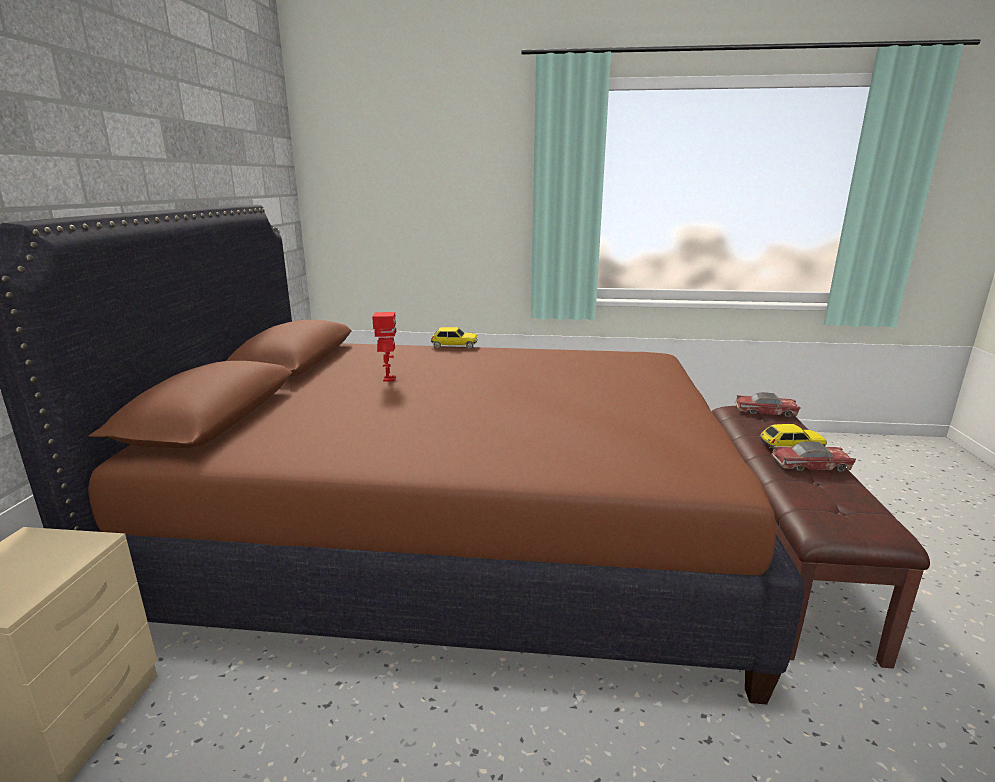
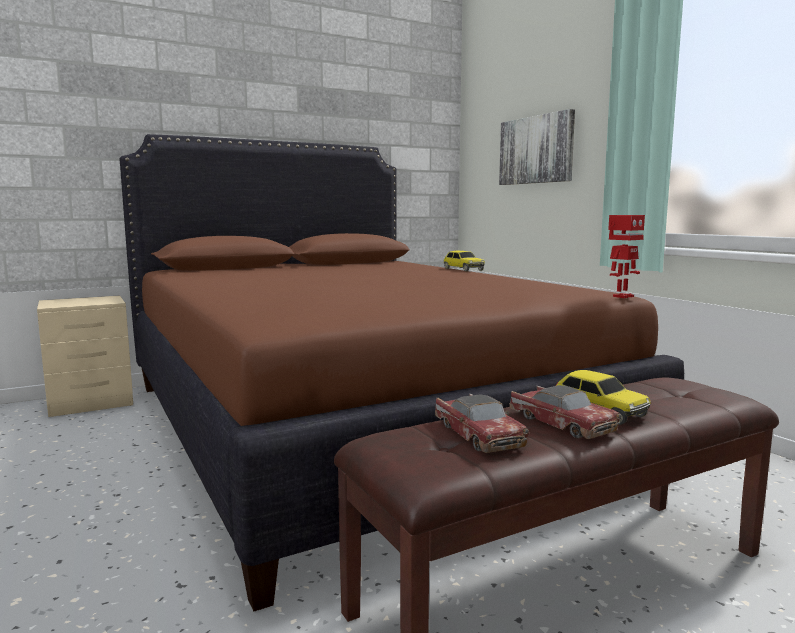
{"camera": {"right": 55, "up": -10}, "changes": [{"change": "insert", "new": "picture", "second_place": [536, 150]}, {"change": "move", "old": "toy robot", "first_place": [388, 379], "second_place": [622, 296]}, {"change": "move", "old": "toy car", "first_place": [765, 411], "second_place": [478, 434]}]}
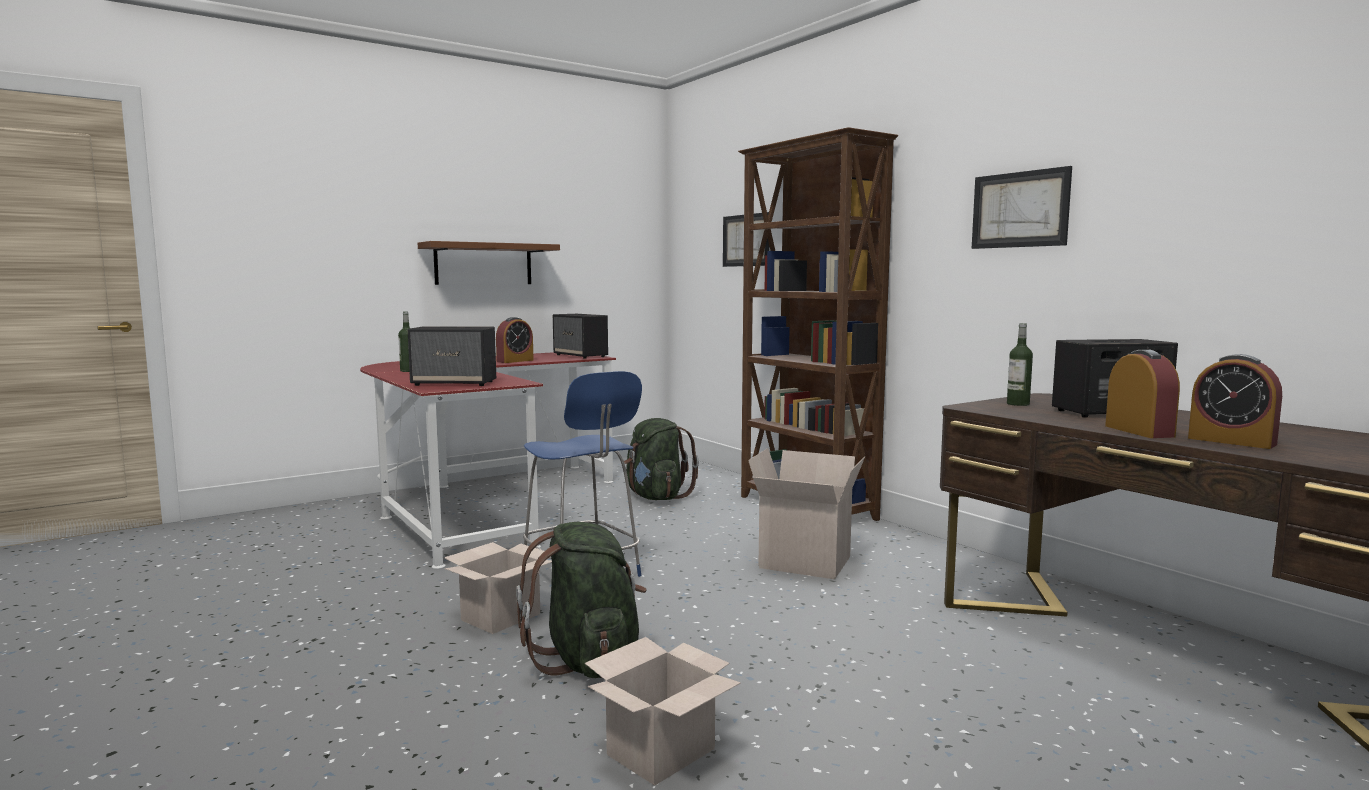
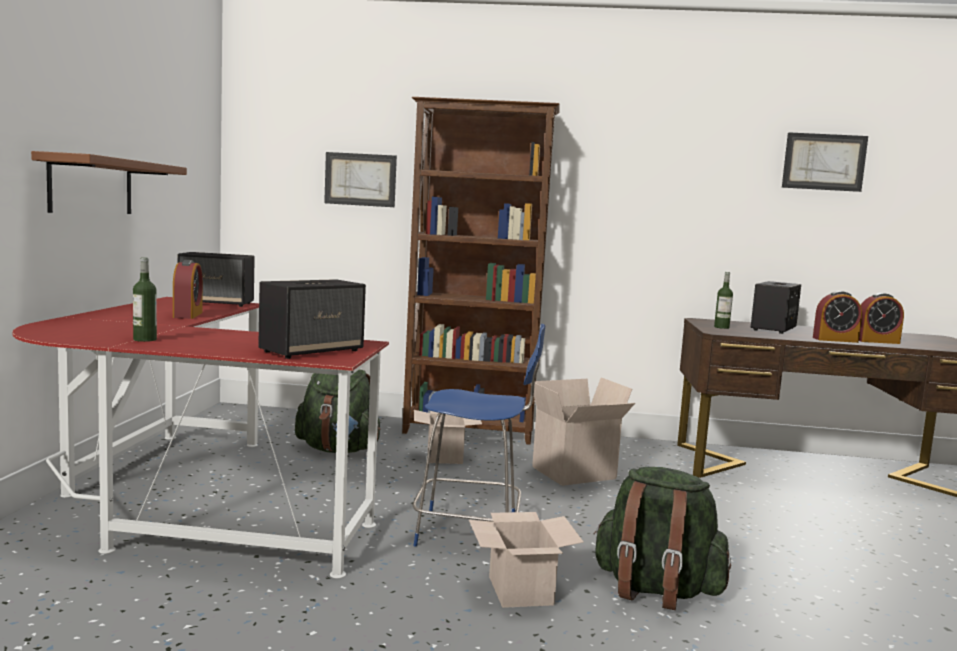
{"camera": {"right": -50, "up": 0}, "changes": [{"change": "move", "old": "cardboard box", "first_place": [660, 753], "second_place": [445, 457]}, {"change": "move", "old": "picture", "first_place": [1020, 209], "second_place": [824, 162]}, {"change": "rotate", "old": "alarm clock", "first_place": [1139, 431], "second_place": [835, 340], "degrees": 150}]}
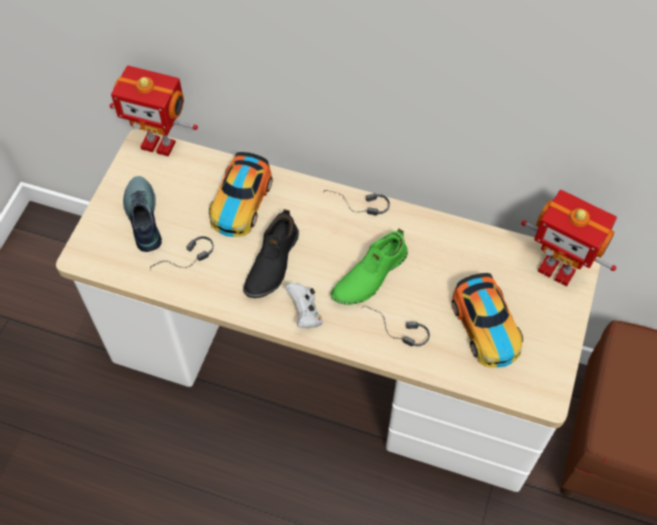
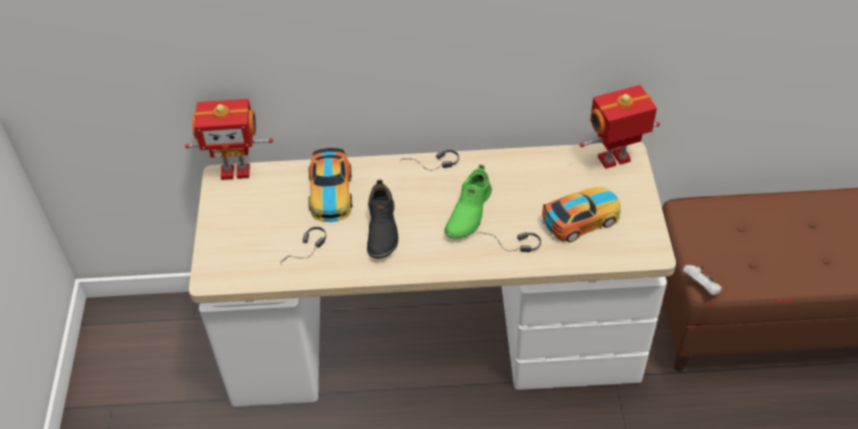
{"camera": {"right": -20, "up": -10}, "changes": [{"change": "delete", "old": "shoe", "first_place": [141, 218]}, {"change": "move", "old": "white game controller", "first_place": [305, 313], "second_place": [701, 287]}, {"change": "rotate", "old": "toy car", "first_place": [486, 327], "second_place": [581, 219], "degrees": -75}, {"change": "rotate", "old": "toy robot", "first_place": [557, 269], "second_place": [615, 160], "degrees": 150}]}
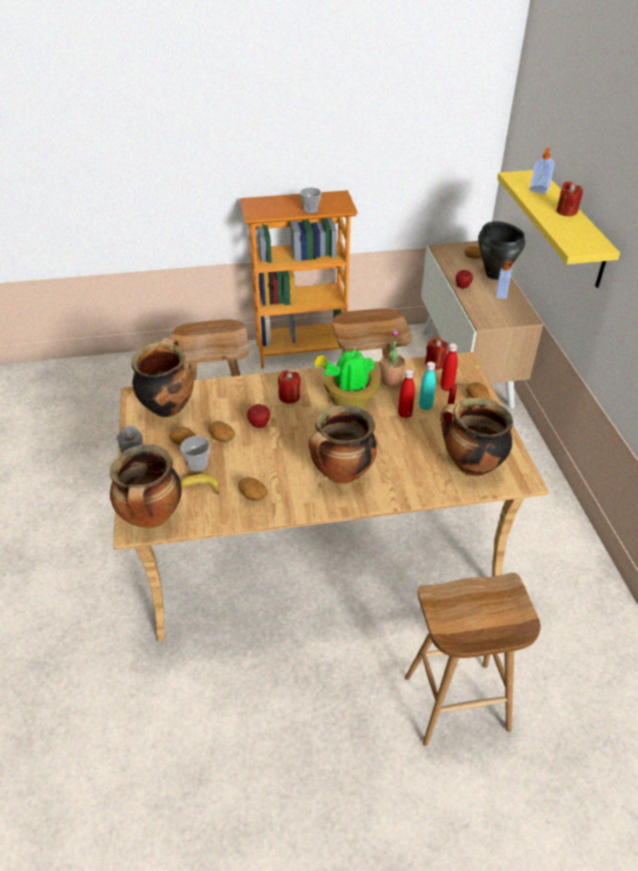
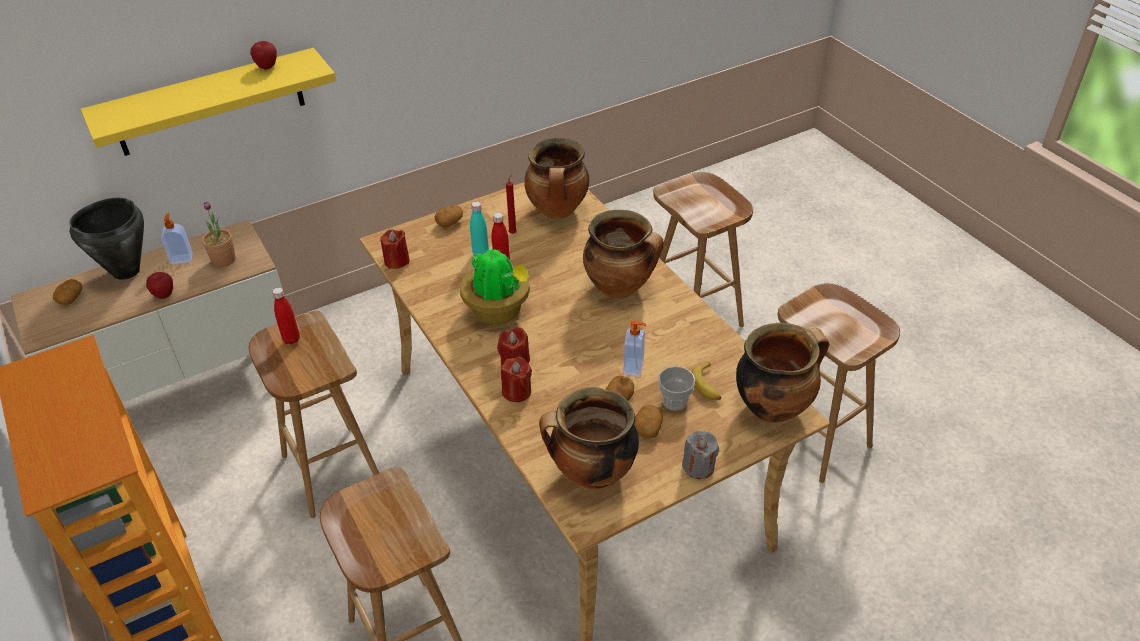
{"camera": {"right": -110, "up": 0}, "changes": [{"change": "delete", "old": "potato", "first_place": [252, 495]}, {"change": "delete", "old": "cup", "first_place": [310, 210]}, {"change": "insert", "new": "brown stool", "second_place": [815, 438]}, {"change": "move", "old": "apple", "first_place": [259, 425], "second_place": [267, 67]}, {"change": "move", "old": "potted plant", "first_place": [391, 380], "second_place": [224, 260]}, {"change": "move", "old": "red bottle", "first_place": [446, 387], "second_place": [291, 339]}, {"change": "move", "old": "soap dispenser", "first_place": [538, 191], "second_place": [634, 367]}, {"change": "move", "old": "red candle", "first_place": [566, 211], "second_place": [517, 391]}]}
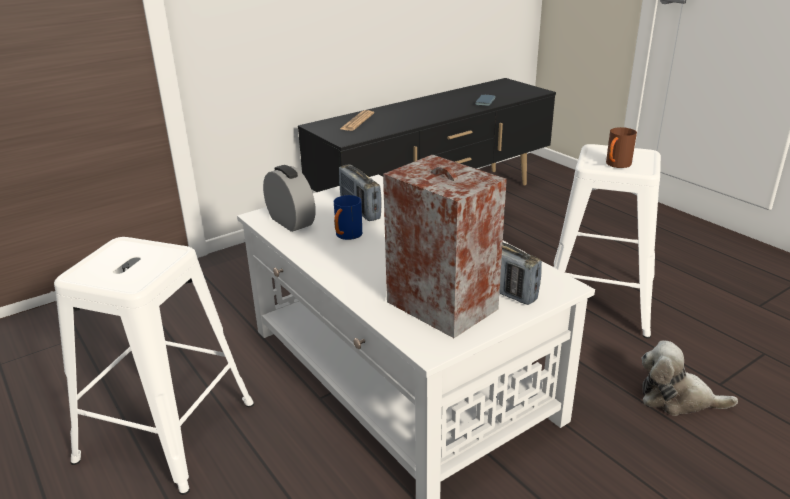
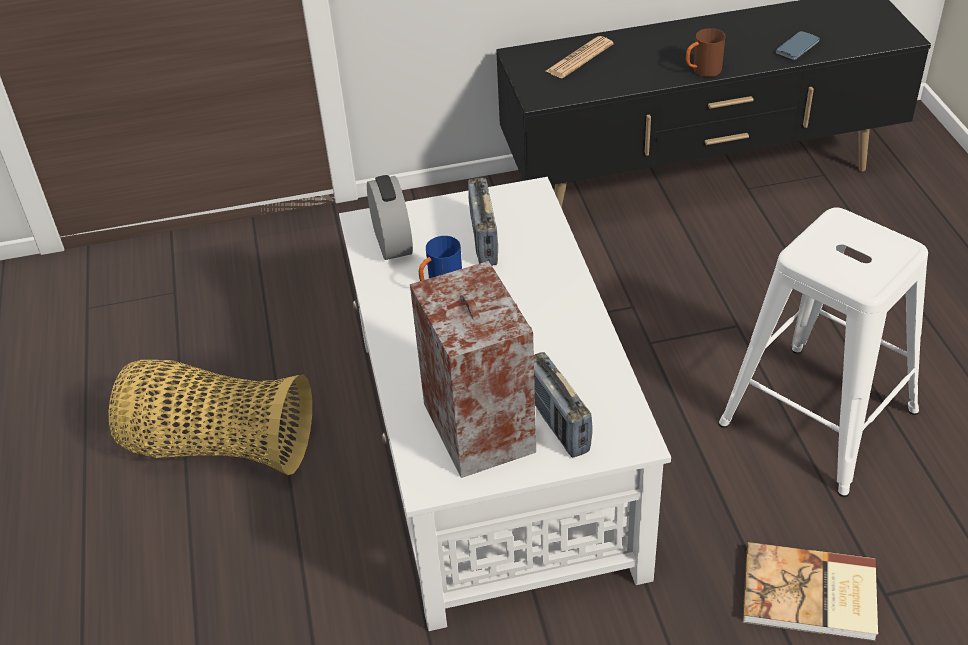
{"camera": {"right": 25, "up": 15}, "changes": [{"change": "move", "old": "brown mug", "first_place": [616, 165], "second_place": [702, 71]}, {"change": "replace", "old": "white stool", "new": "basket", "first_place": [166, 429], "second_place": [218, 446]}, {"change": "replace", "old": "plush toy", "new": "book", "first_place": [677, 399], "second_place": [810, 596]}]}
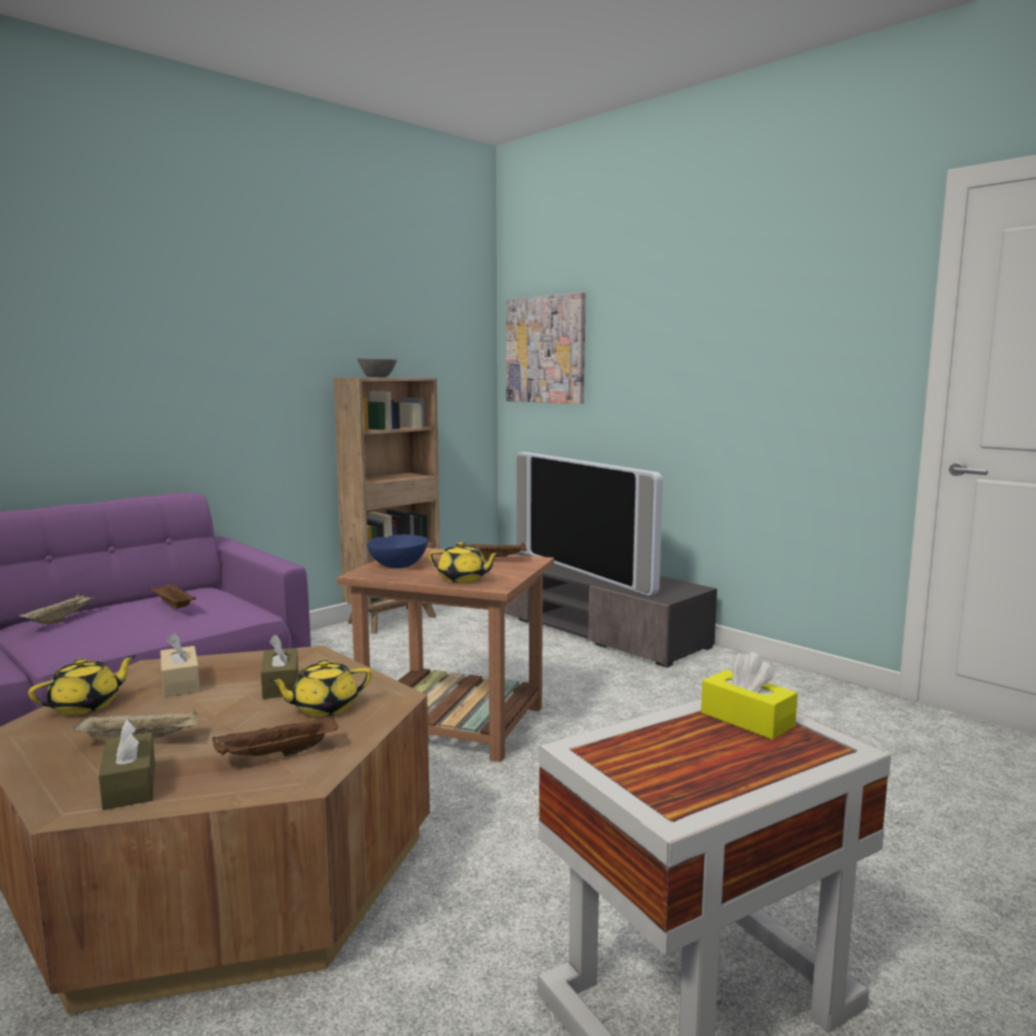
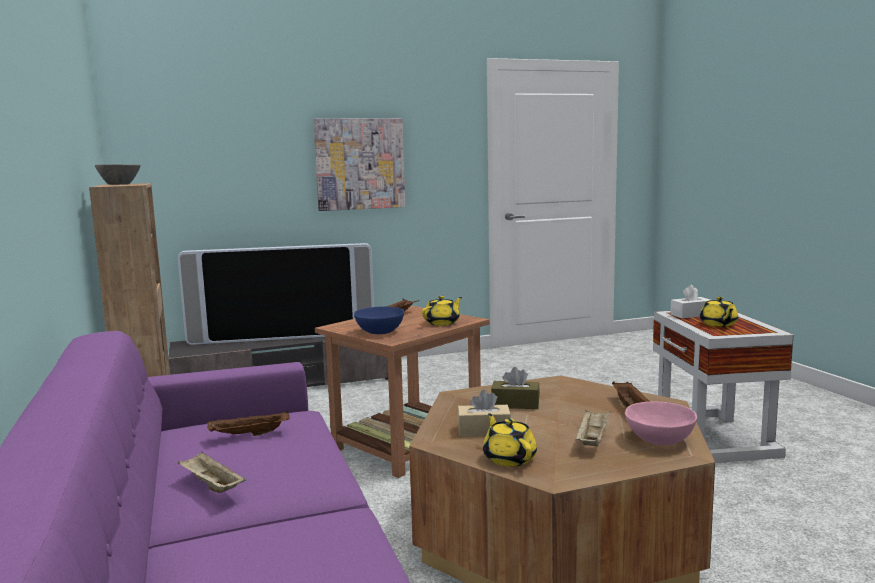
{"camera": {"right": -65, "up": 0}, "changes": [{"change": "move", "old": "yellow teapot", "first_place": [323, 708], "second_place": [718, 324]}, {"change": "move", "old": "picture", "first_place": [546, 349], "second_place": [360, 164]}, {"change": "replace", "old": "brown tissue box", "new": "pink bowl", "first_place": [130, 785], "second_place": [659, 440]}, {"change": "recolor", "old": "yellow tissue box", "new": "white tissue box", "first_place": [747, 719], "second_place": [691, 315]}]}
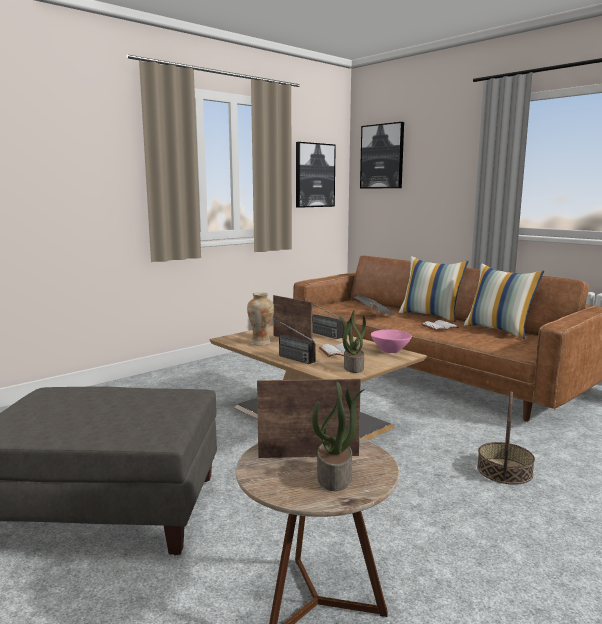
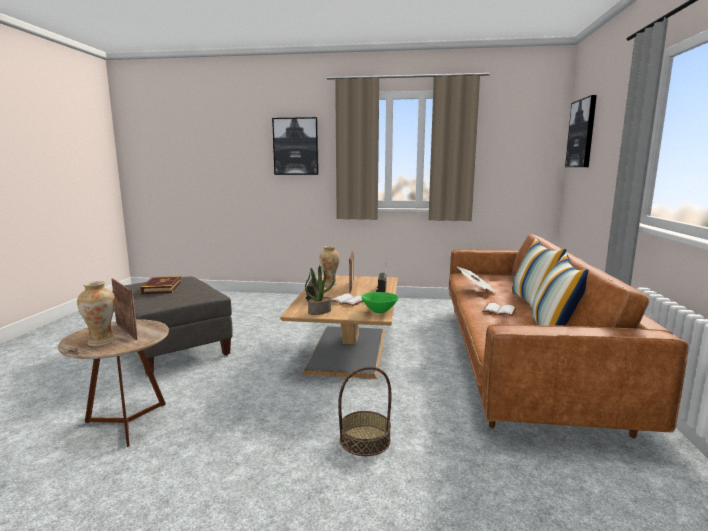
{"camera": {"right": 50, "up": 0}, "changes": [{"change": "insert", "new": "book", "second_place": [162, 288]}, {"change": "move", "old": "picture", "first_place": [314, 175], "second_place": [296, 146]}, {"change": "replace", "old": "potted plant", "new": "vase", "first_place": [335, 477], "second_place": [101, 342]}, {"change": "recolor", "old": "pink bowl", "new": "green bowl", "first_place": [391, 351], "second_place": [380, 311]}]}
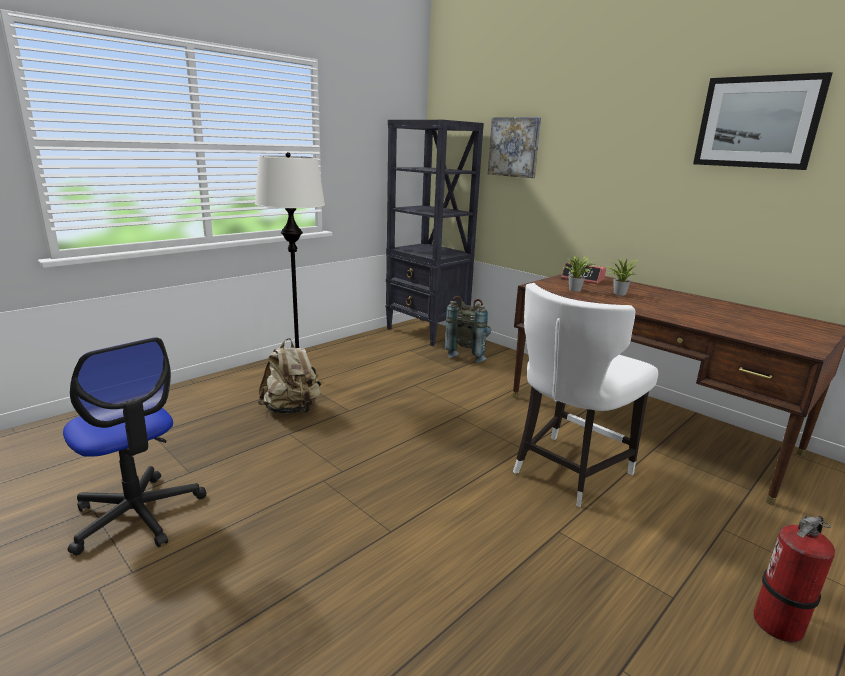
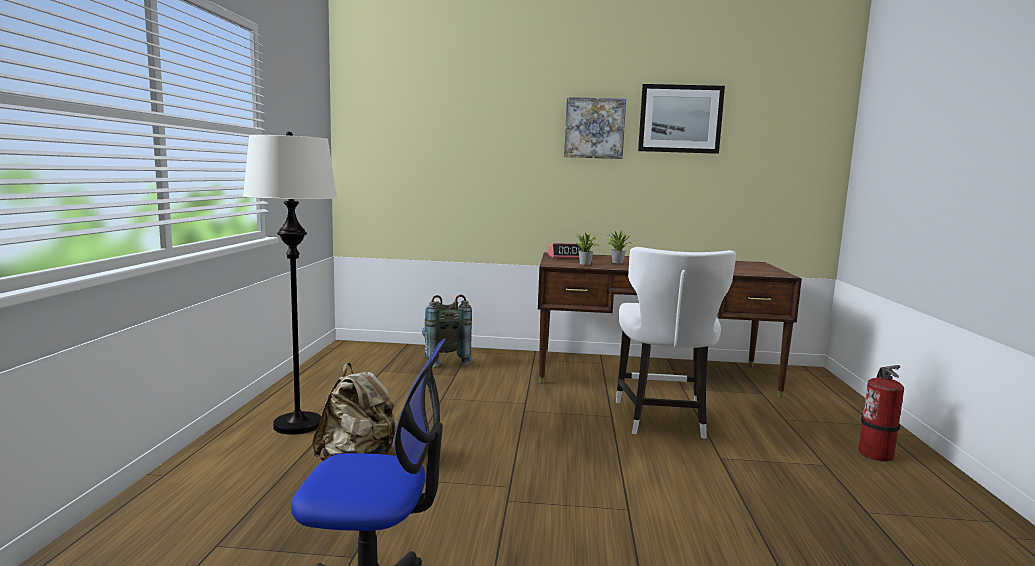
{"camera": {"right": -40, "up": -10}, "changes": [{"change": "delete", "old": "black bookcase", "first_place": [427, 332]}, {"change": "move", "old": "picture", "first_place": [514, 147], "second_place": [594, 128]}]}
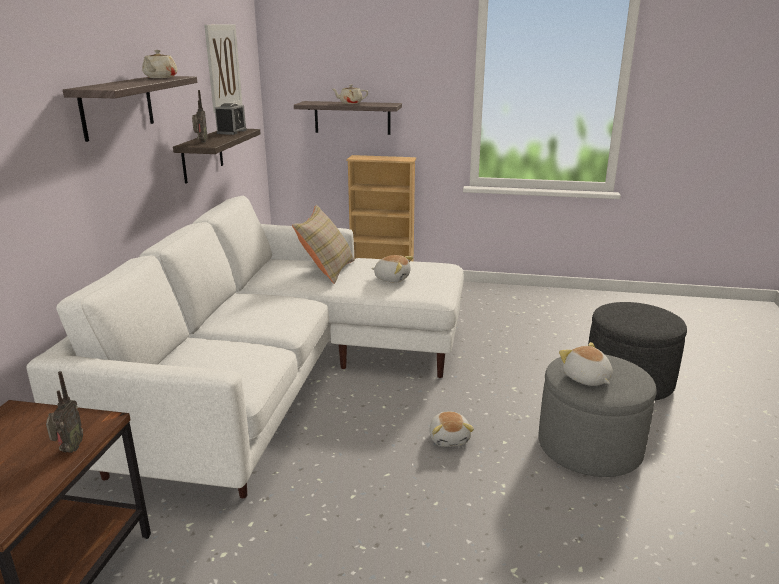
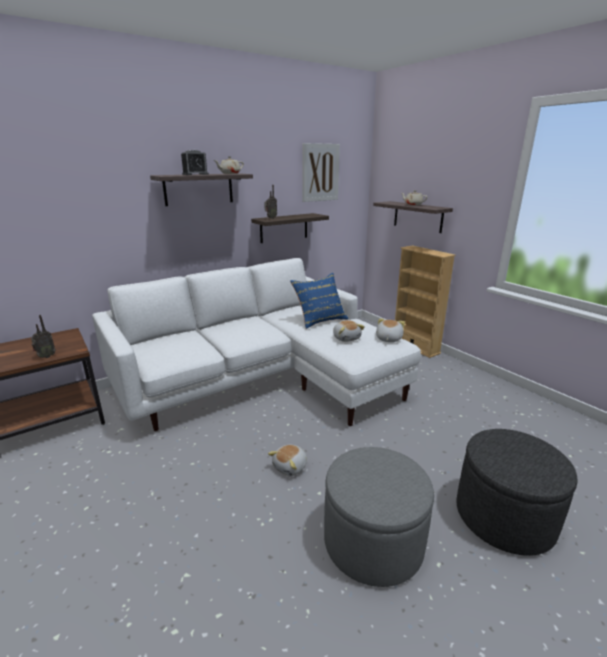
{"camera": {"right": 45, "up": 0}, "changes": [{"change": "move", "old": "alarm clock", "first_place": [231, 132], "second_place": [195, 174]}, {"change": "move", "old": "plush toy", "first_place": [586, 378], "second_place": [388, 339]}, {"change": "recolor", "old": "beige pillow", "new": "blue pillow", "first_place": [326, 270], "second_place": [320, 319]}]}
